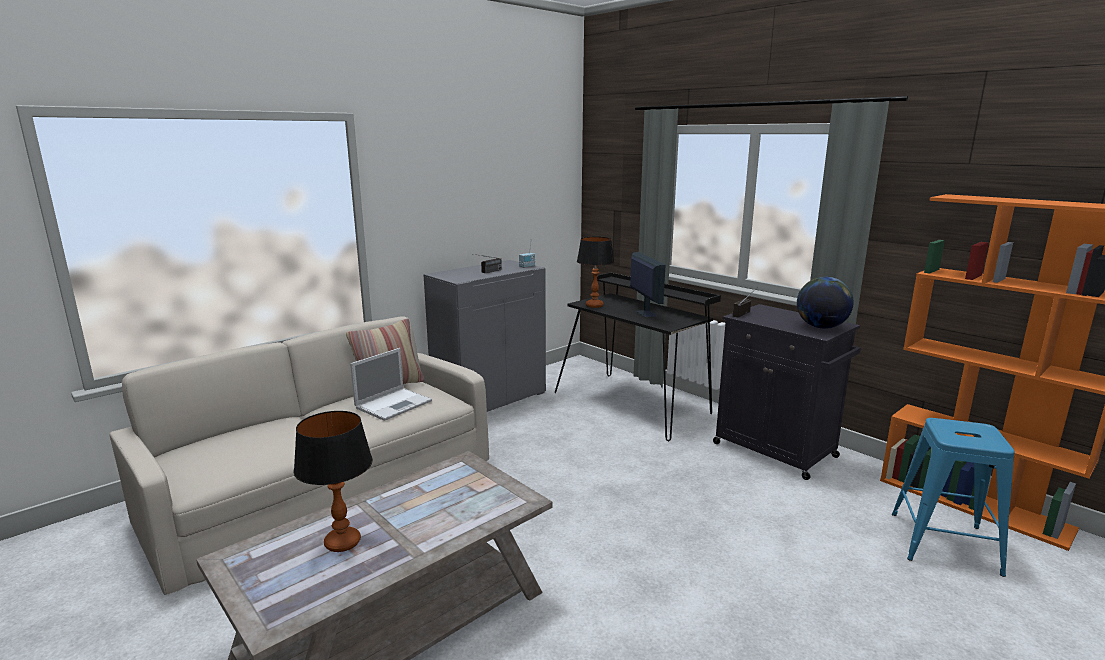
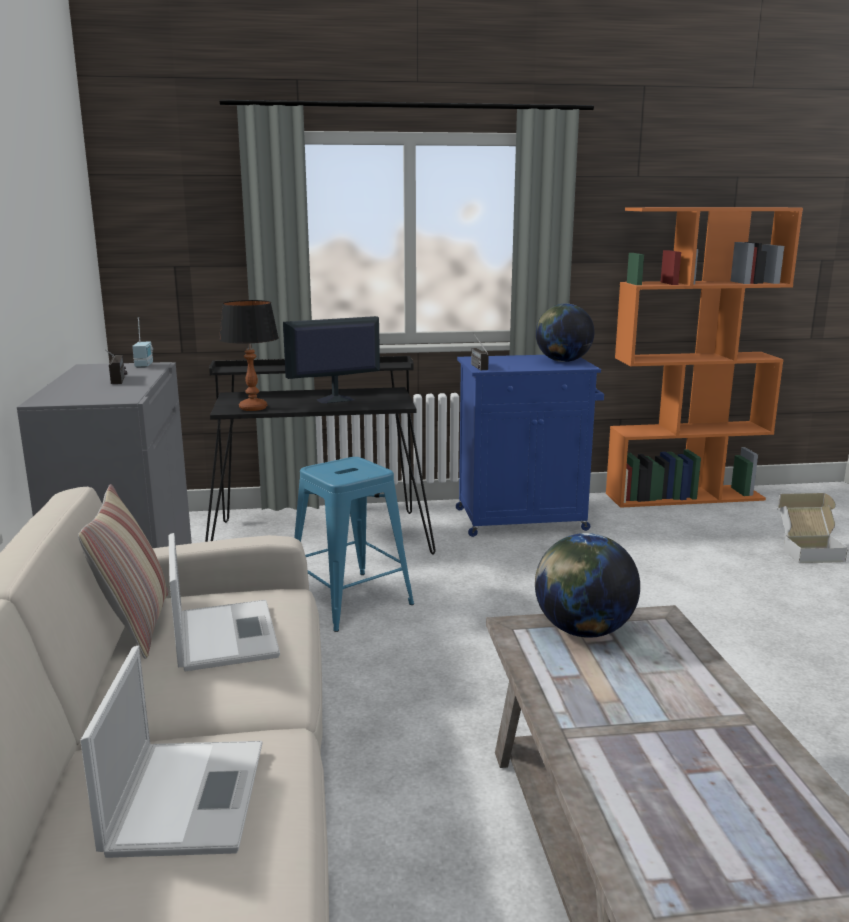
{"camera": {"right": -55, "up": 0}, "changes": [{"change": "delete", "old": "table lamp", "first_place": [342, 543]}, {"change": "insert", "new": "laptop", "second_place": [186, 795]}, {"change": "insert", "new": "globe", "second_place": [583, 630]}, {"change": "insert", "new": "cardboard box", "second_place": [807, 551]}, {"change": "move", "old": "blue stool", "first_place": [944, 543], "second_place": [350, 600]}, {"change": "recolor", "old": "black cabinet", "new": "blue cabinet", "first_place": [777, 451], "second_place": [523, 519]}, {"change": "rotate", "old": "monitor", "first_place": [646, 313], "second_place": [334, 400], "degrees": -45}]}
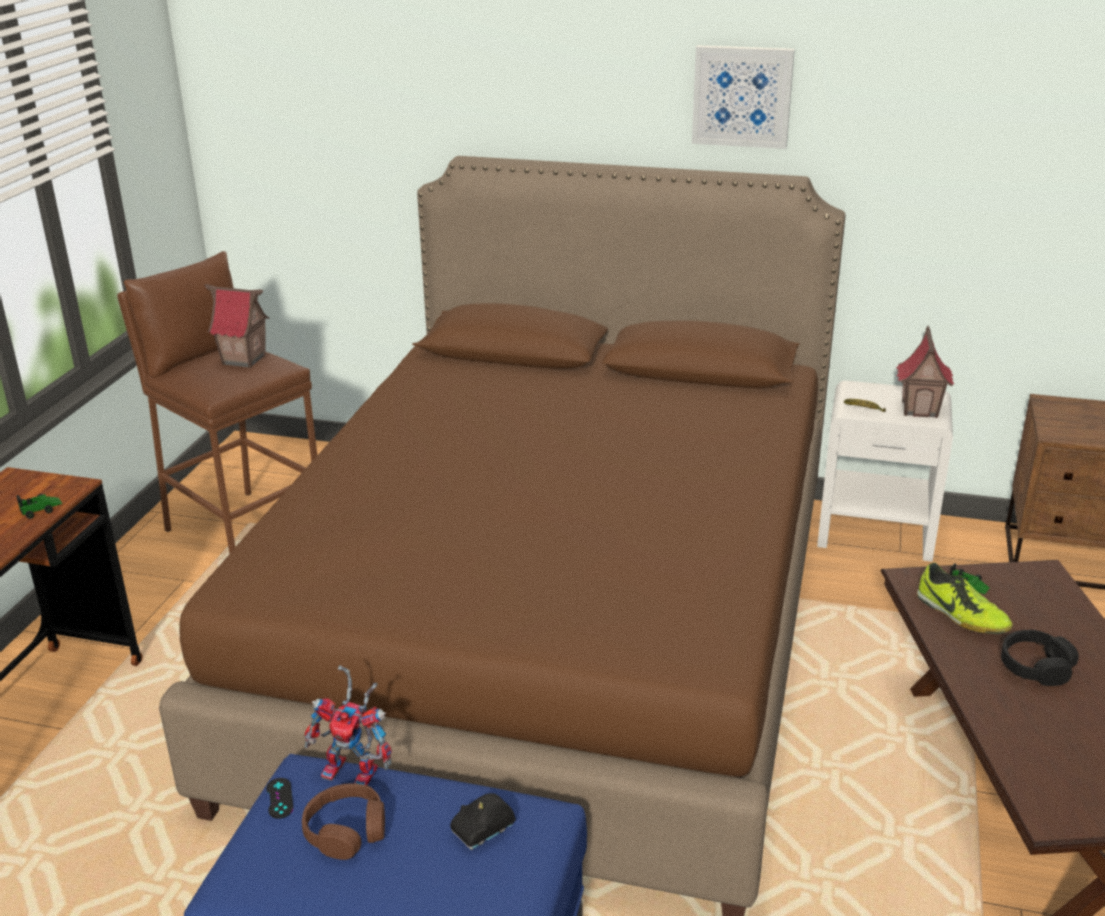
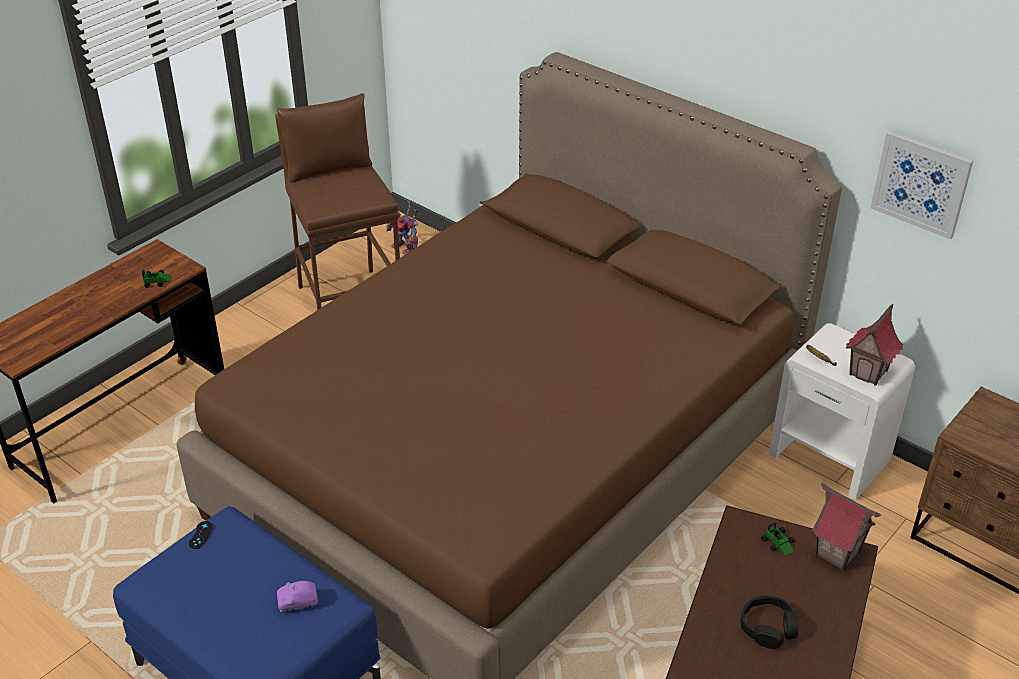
{"camera": {"right": 25, "up": 10}, "changes": [{"change": "delete", "old": "brown headphones", "first_place": [346, 831]}, {"change": "delete", "old": "shoe", "first_place": [961, 615]}, {"change": "move", "old": "toy house", "first_place": [243, 360], "second_place": [837, 554]}, {"change": "move", "old": "toy robot", "first_place": [356, 771], "second_place": [406, 248]}, {"change": "move", "old": "picture", "first_place": [742, 96], "second_place": [921, 183]}, {"change": "recolor", "old": "black toy car", "new": "purple toy car", "first_place": [484, 830], "second_place": [298, 602]}]}
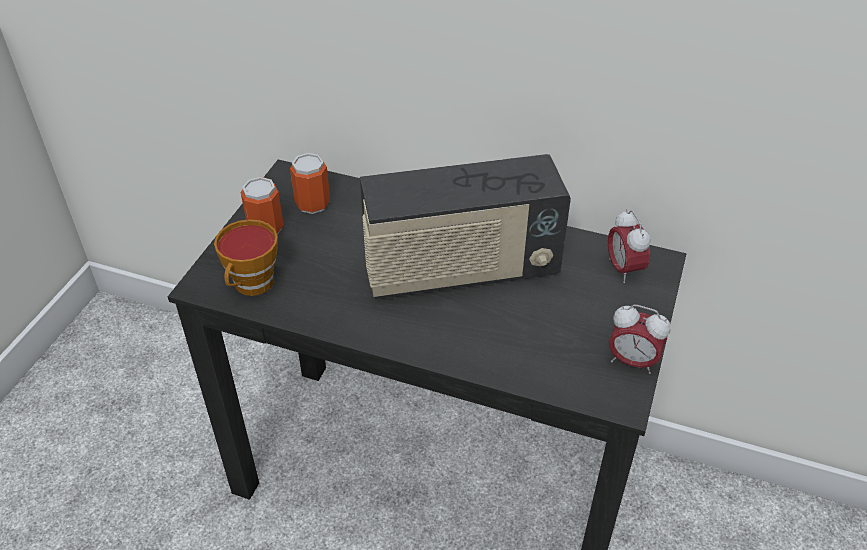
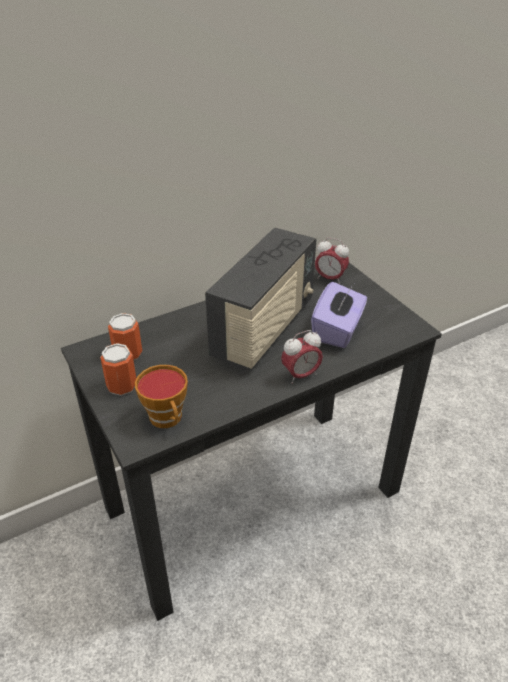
{"camera": {"right": -50, "up": -5}, "changes": [{"change": "insert", "new": "purple tissue box", "second_place": [337, 330]}, {"change": "move", "old": "alarm clock", "first_place": [632, 361], "second_place": [300, 375]}]}
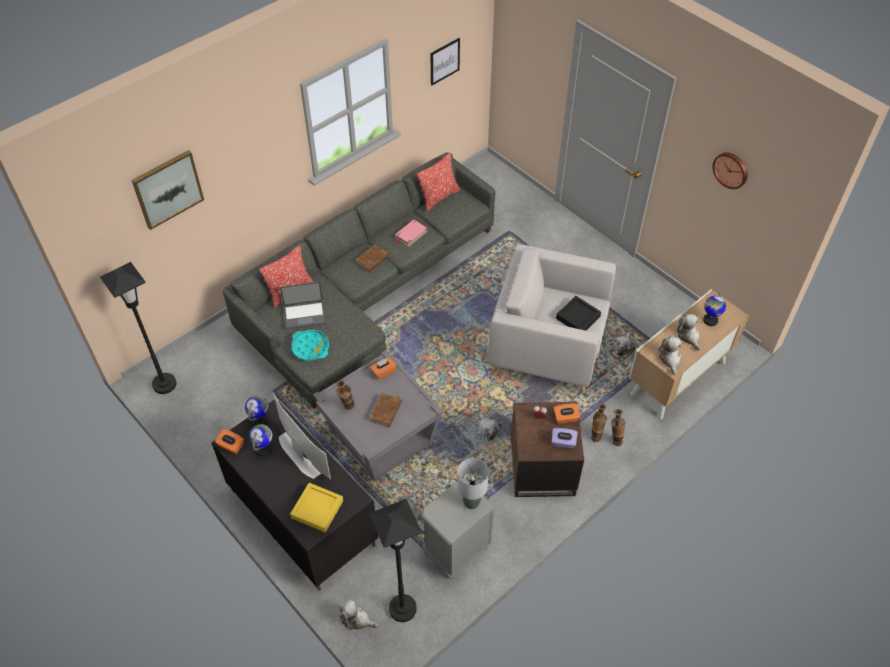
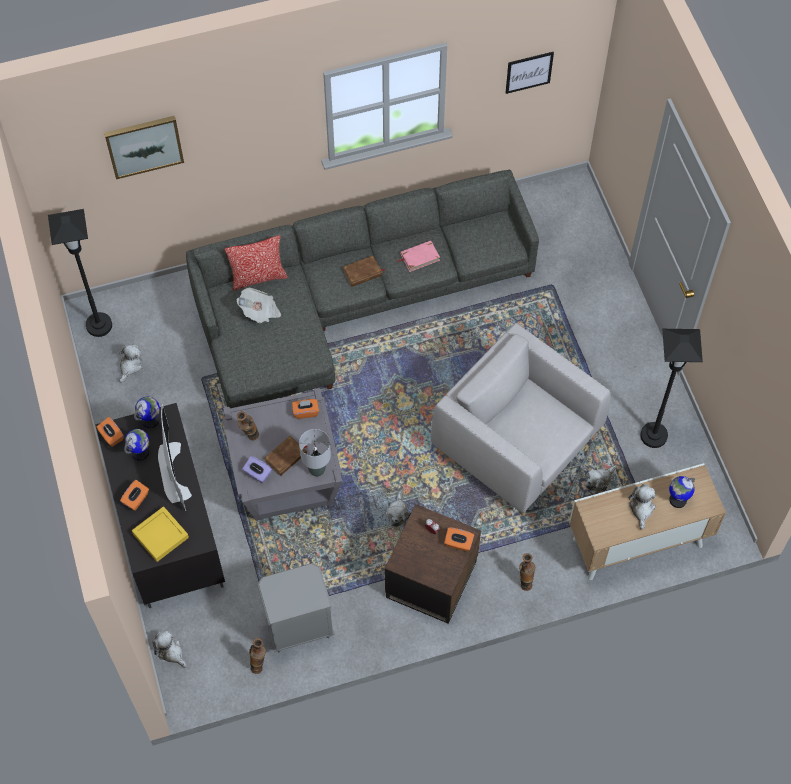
{"camera": {"right": 25, "up": 10}, "changes": [{"change": "delete", "old": "turquoise tray", "first_place": [310, 348]}, {"change": "delete", "old": "pillow", "first_place": [439, 197]}, {"change": "delete", "old": "black tray", "first_place": [578, 317]}, {"change": "delete", "old": "wall clock", "first_place": [731, 169]}, {"change": "insert", "new": "orange tissue box", "second_place": [136, 499]}, {"change": "move", "old": "black floor lamp", "first_place": [402, 609], "second_place": [653, 436]}, {"change": "move", "old": "grey table lamp", "first_place": [471, 502], "second_place": [316, 470]}, {"change": "move", "old": "purple tissue box", "first_place": [563, 442], "second_place": [257, 474]}, {"change": "move", "old": "vase", "first_place": [595, 435], "second_place": [259, 665]}, {"change": "move", "old": "plush toy", "first_place": [670, 359], "second_place": [130, 366]}, {"change": "replace", "old": "laptop", "new": "newspaper", "first_place": [305, 314], "second_place": [260, 311]}]}
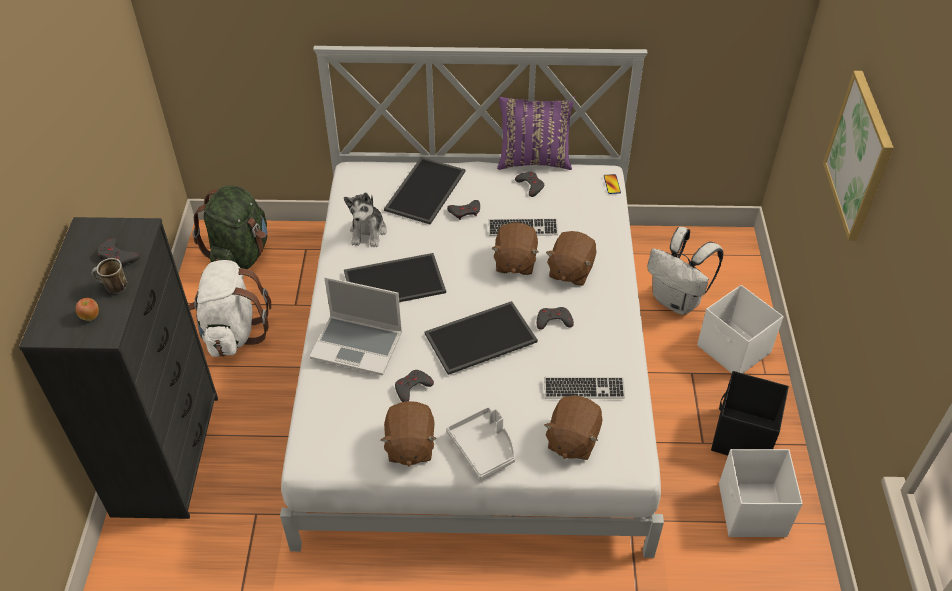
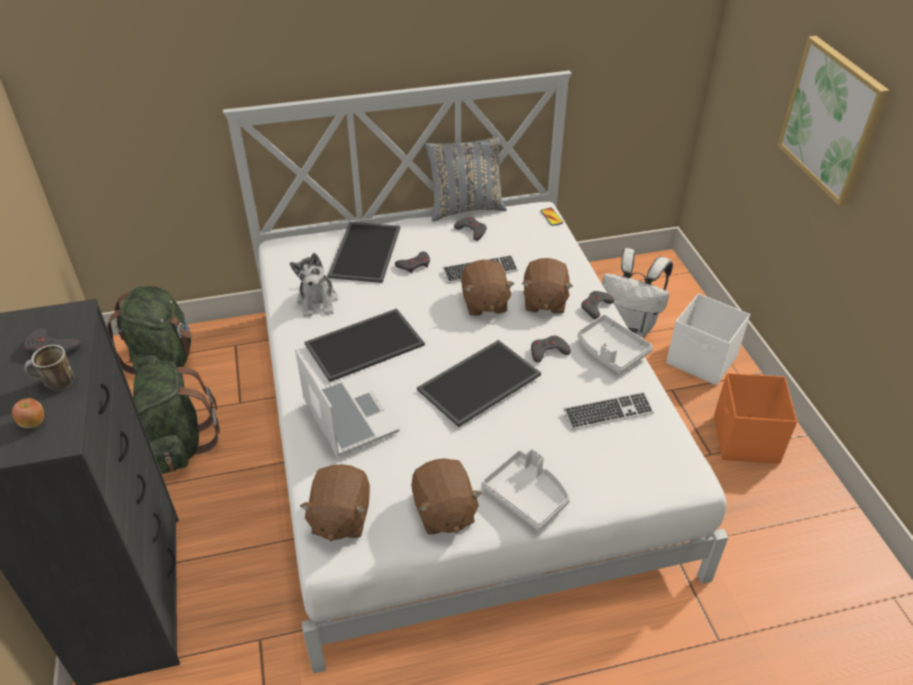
{"camera": {"right": -15, "up": -5}, "changes": [{"change": "delete", "old": "white storage box", "first_place": [751, 511]}, {"change": "insert", "new": "grey tray", "second_place": [610, 351]}, {"change": "move", "old": "grey game controller", "first_place": [412, 387], "second_place": [595, 307]}, {"change": "move", "old": "brown plush toy", "first_place": [572, 440], "second_place": [340, 518]}, {"change": "recolor", "old": "white backpack", "new": "green backpack", "first_place": [233, 332], "second_place": [177, 444]}, {"change": "recolor", "old": "purple pillow", "new": "grey pillow", "first_place": [534, 160], "second_place": [465, 208]}, {"change": "recolor", "old": "black storage box", "new": "orange storage box", "first_place": [742, 437], "second_place": [745, 440]}, {"change": "rotate", "old": "laptop", "first_place": [358, 345], "second_place": [348, 416], "degrees": -120}]}
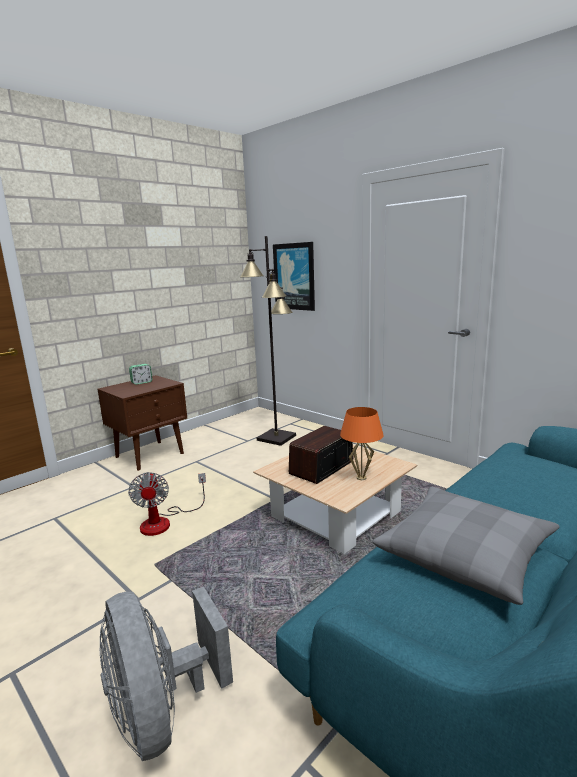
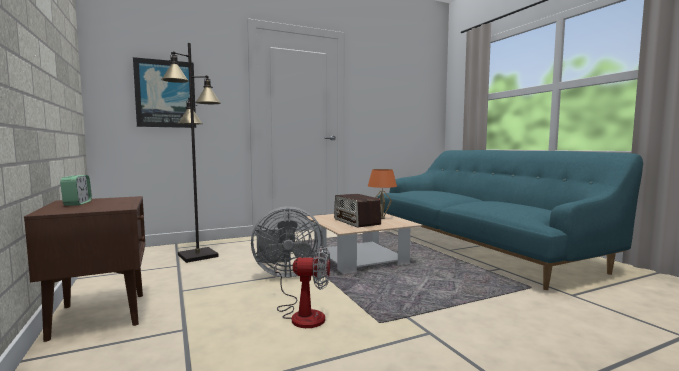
{"camera": {"right": -70, "up": -10}, "changes": [{"change": "delete", "old": "grey pillow", "first_place": [465, 552]}, {"change": "move", "old": "grey fan", "first_place": [162, 712], "second_place": [285, 273]}]}
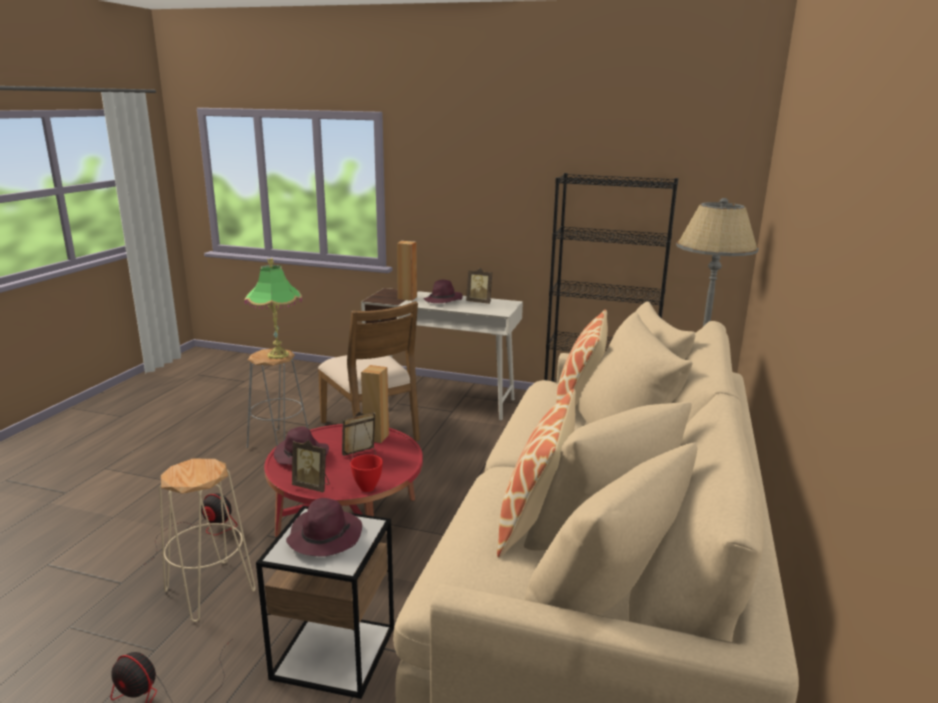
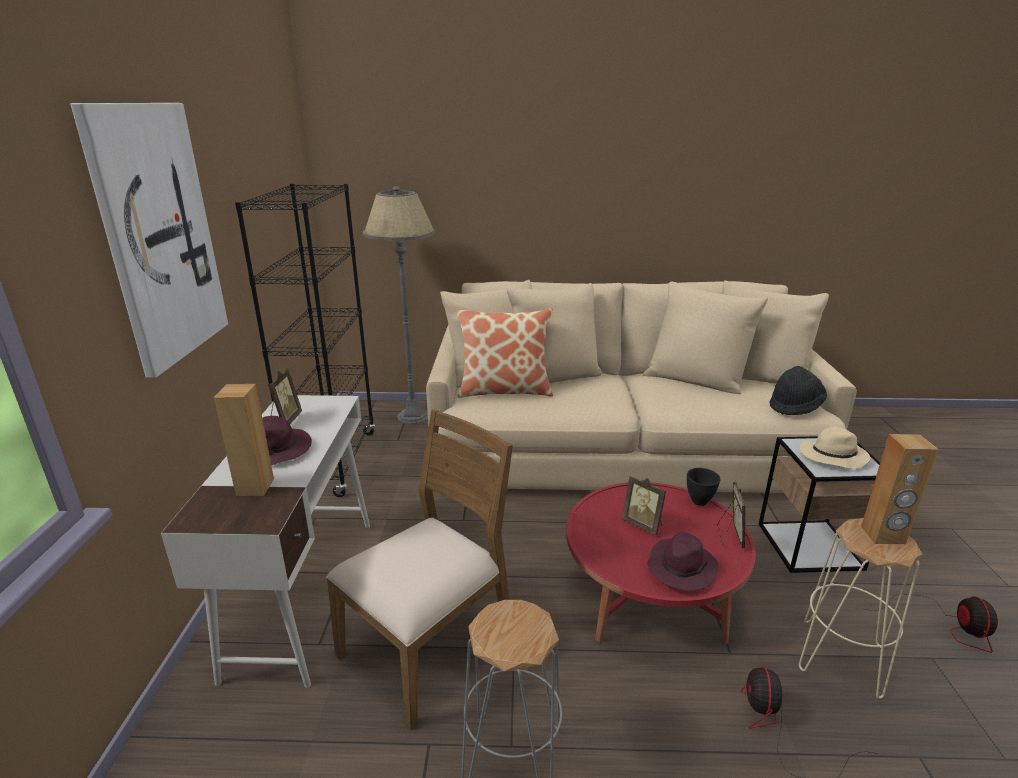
{"camera": {"right": -105, "up": 5}, "changes": [{"change": "delete", "old": "table lamp", "first_place": [278, 355]}, {"change": "delete", "old": "pillow", "first_place": [535, 521]}, {"change": "insert", "new": "picture", "second_place": [158, 235]}, {"change": "insert", "new": "black hat", "second_place": [795, 406]}, {"change": "move", "old": "brown speaker", "first_place": [376, 437], "second_place": [883, 535]}, {"change": "recolor", "old": "purple hat", "new": "beige hat", "first_place": [324, 536], "second_place": [832, 457]}, {"change": "recolor", "old": "red bowl", "new": "black bowl", "first_place": [367, 487], "second_place": [698, 501]}]}
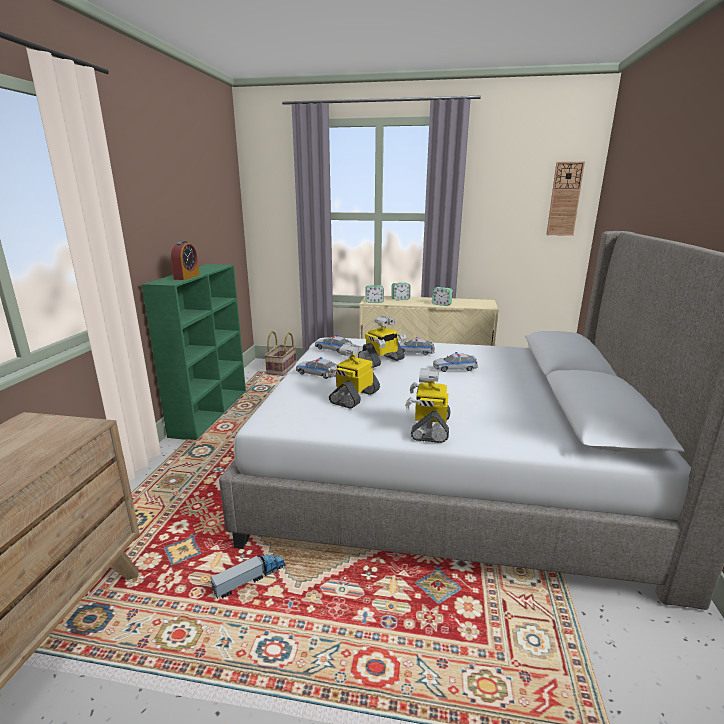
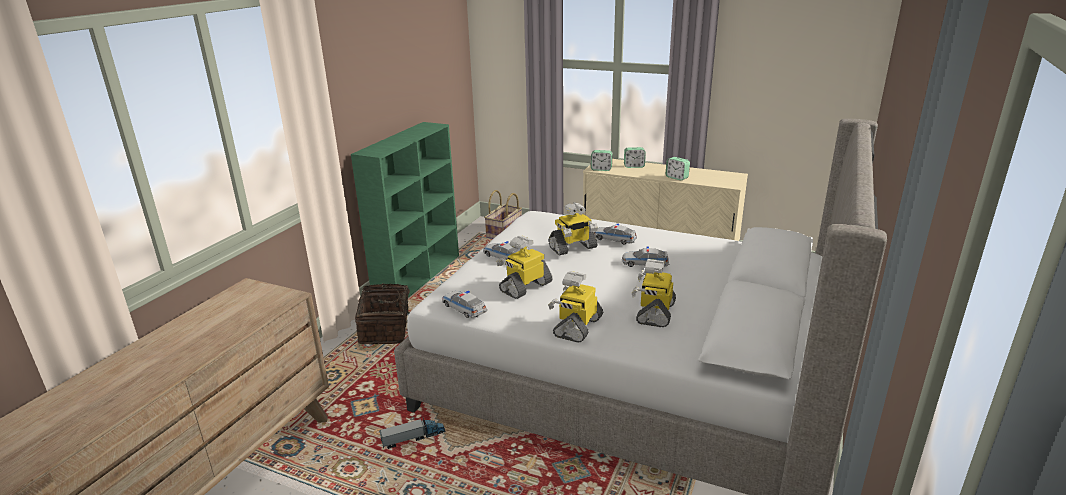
{"camera": {"right": 15, "up": 5}, "changes": [{"change": "delete", "old": "alarm clock", "first_place": [186, 277]}, {"change": "delete", "old": "wall clock", "first_place": [564, 199]}, {"change": "insert", "new": "basket", "second_place": [386, 329]}, {"change": "insert", "new": "toy robot", "second_place": [654, 313]}, {"change": "move", "old": "toy car", "first_place": [333, 349], "second_place": [464, 308]}]}
